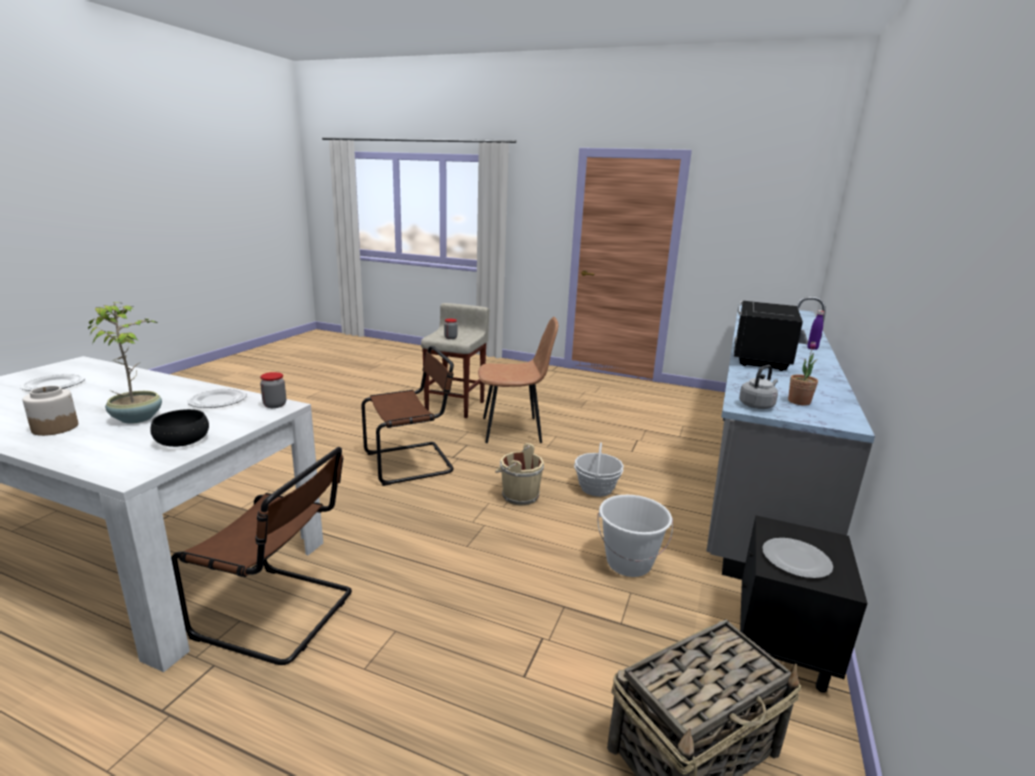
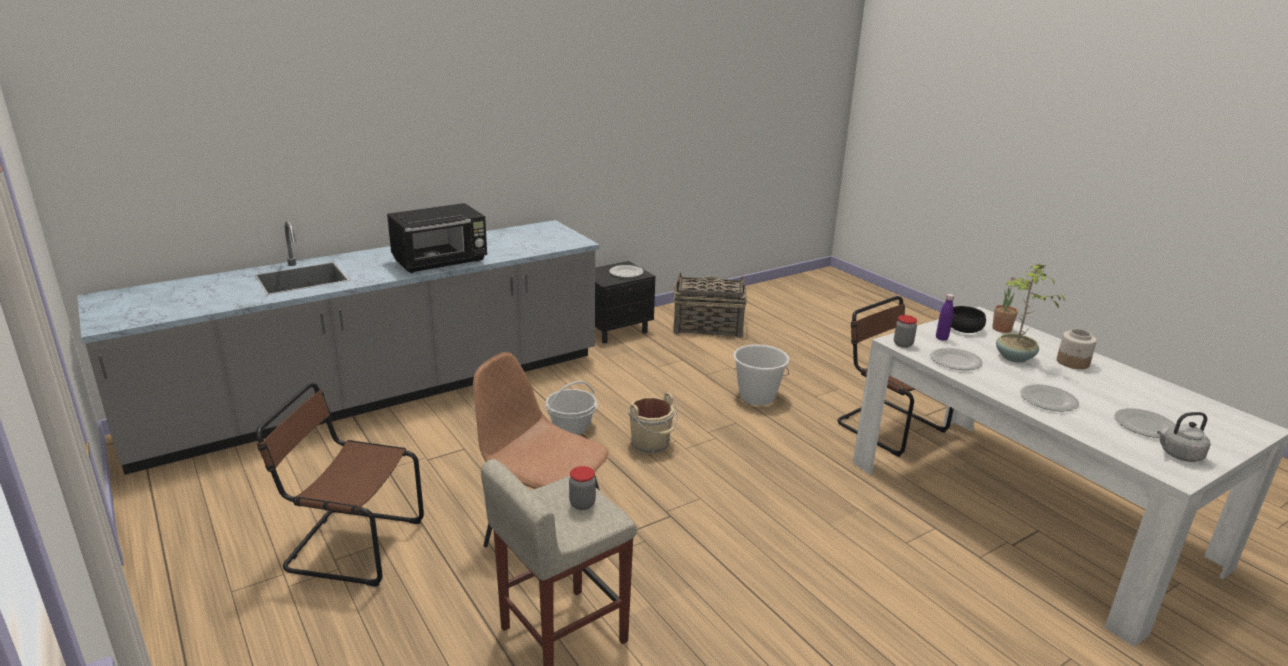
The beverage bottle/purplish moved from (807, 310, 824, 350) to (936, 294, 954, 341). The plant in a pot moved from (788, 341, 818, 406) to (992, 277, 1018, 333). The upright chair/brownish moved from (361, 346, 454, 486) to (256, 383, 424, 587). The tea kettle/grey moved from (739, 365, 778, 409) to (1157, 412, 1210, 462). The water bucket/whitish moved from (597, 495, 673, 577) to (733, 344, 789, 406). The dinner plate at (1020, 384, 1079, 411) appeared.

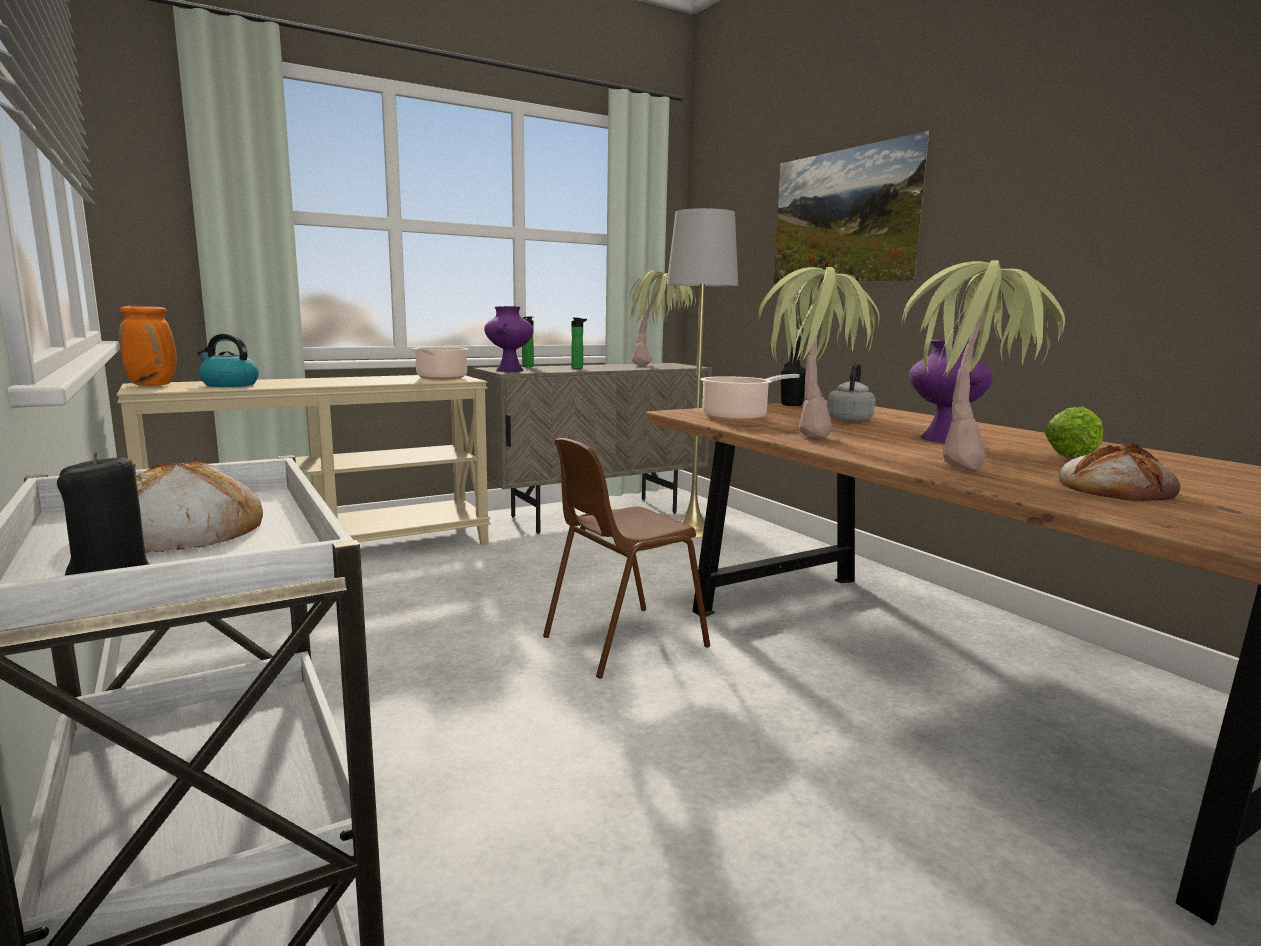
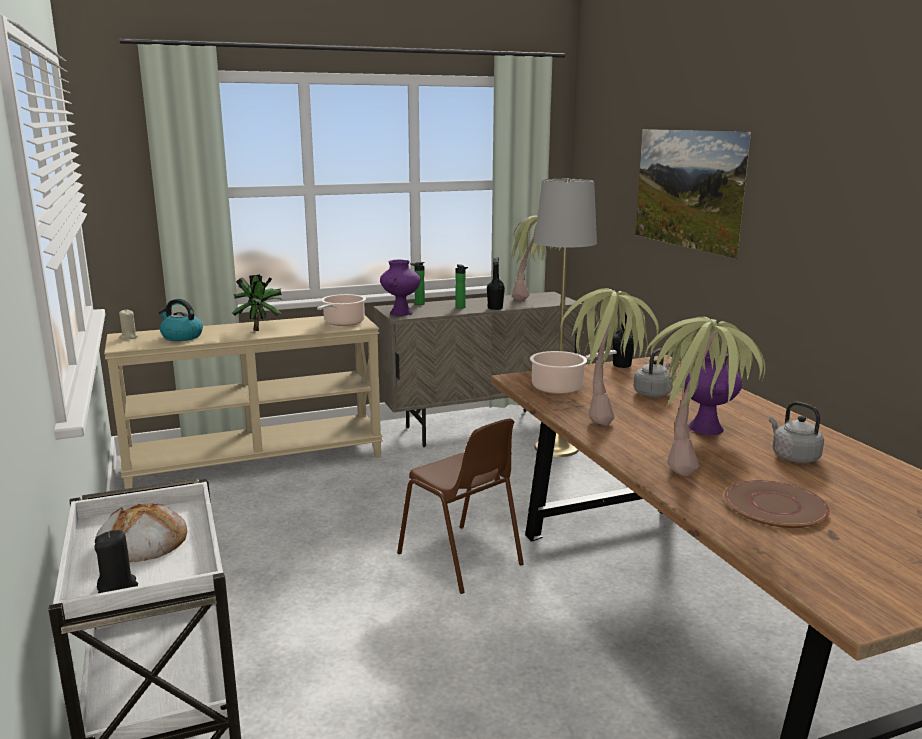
The vase/orangey at (119, 306, 177, 385) was replaced by the wax candle/beige at (119, 309, 138, 340). The lettuce at (1044, 406, 1103, 458) was replaced by the tea kettle/grey at (769, 402, 824, 463). The upright chair/brownish at (543, 438, 710, 678) turned 105 degrees counterclockwise. The bread at (1059, 443, 1180, 501) was replaced by the dinner plate/brownish at (724, 480, 830, 528). The beverage bottle/black-coloured at (487, 257, 505, 310) appeared. The plant in a pot at (232, 274, 282, 331) appeared.

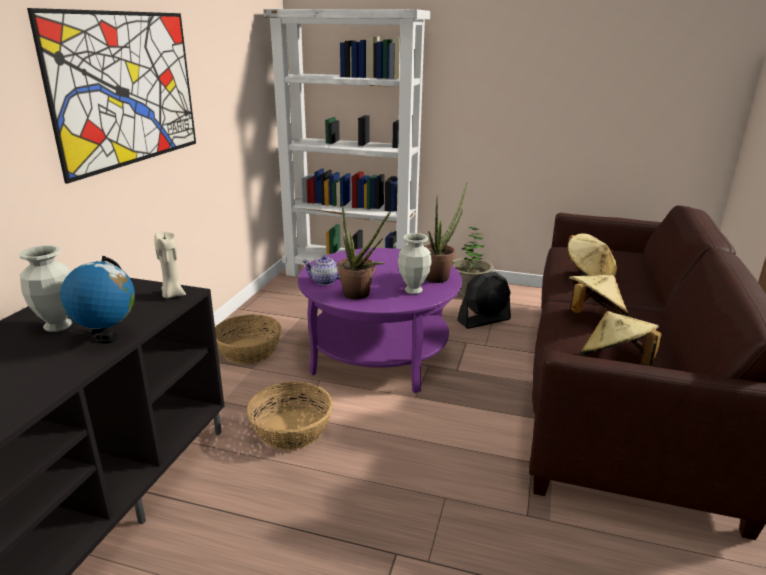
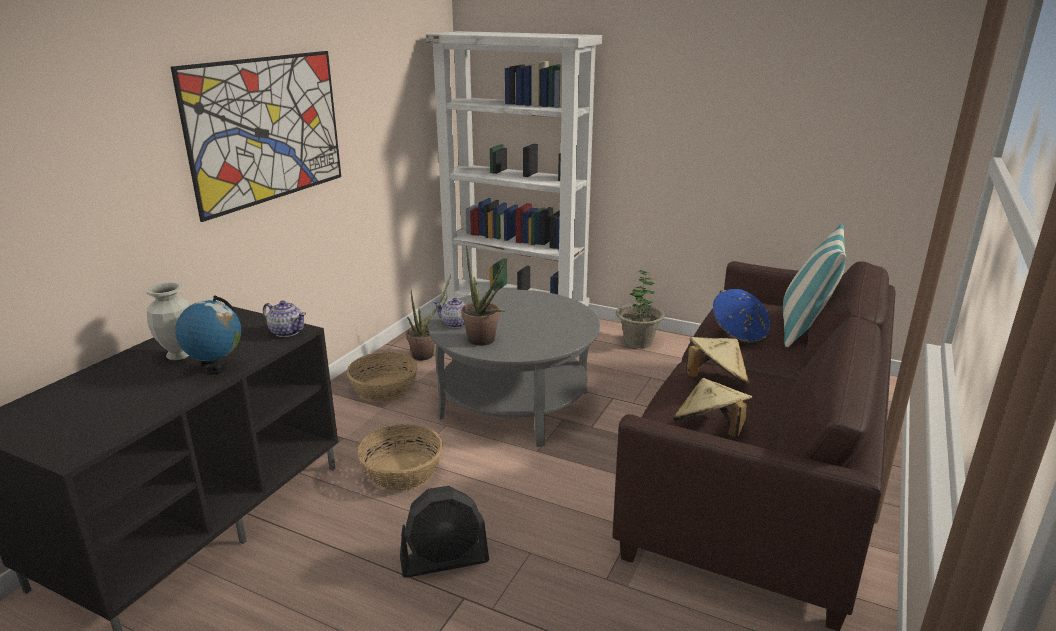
The plant in a pot moved from (424, 182, 467, 283) to (406, 274, 451, 360). The wax candle/beige at (154, 231, 186, 298) was replaced by the pot for tea at (263, 301, 306, 337). The vase at (398, 233, 432, 294) disappeared. The clothing hat/beige at (568, 234, 617, 276) became the clothing hat/blue-coloured at (713, 289, 771, 344). The lounge table/purplish at (298, 248, 462, 393) became the lounge table/grey at (428, 290, 600, 447). The fan/black-coloured moved from (457, 272, 511, 329) to (400, 486, 489, 578). The cushion at (783, 224, 846, 347) appeared.

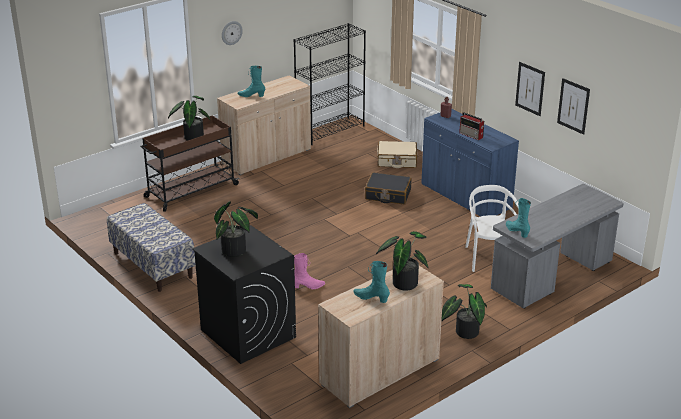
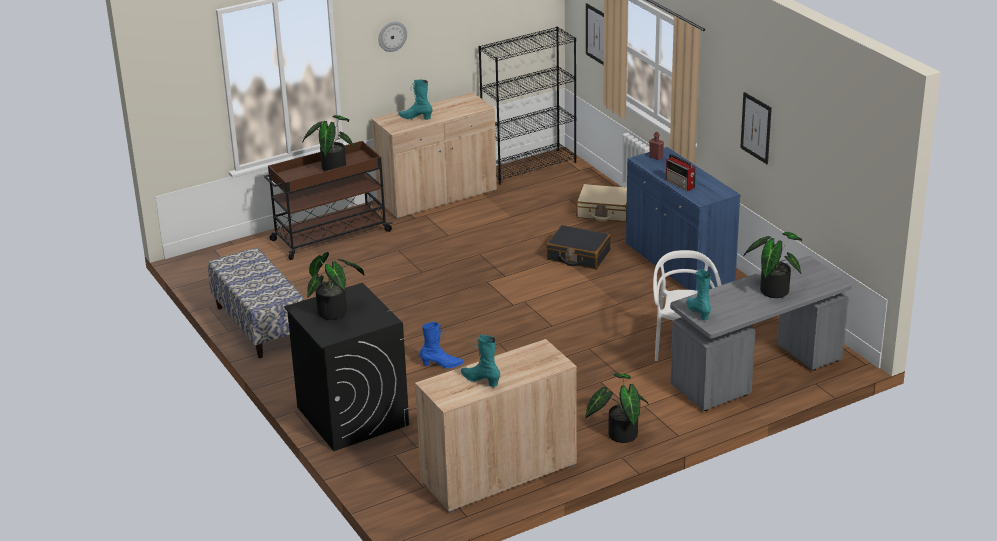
The picture moved from (557, 78, 590, 135) to (586, 3, 604, 65). The plant in a pot moved from (376, 231, 428, 291) to (743, 232, 802, 298). The tall boot/pink at (294, 253, 325, 289) became the tall boot/blue-coloured at (420, 322, 464, 369).

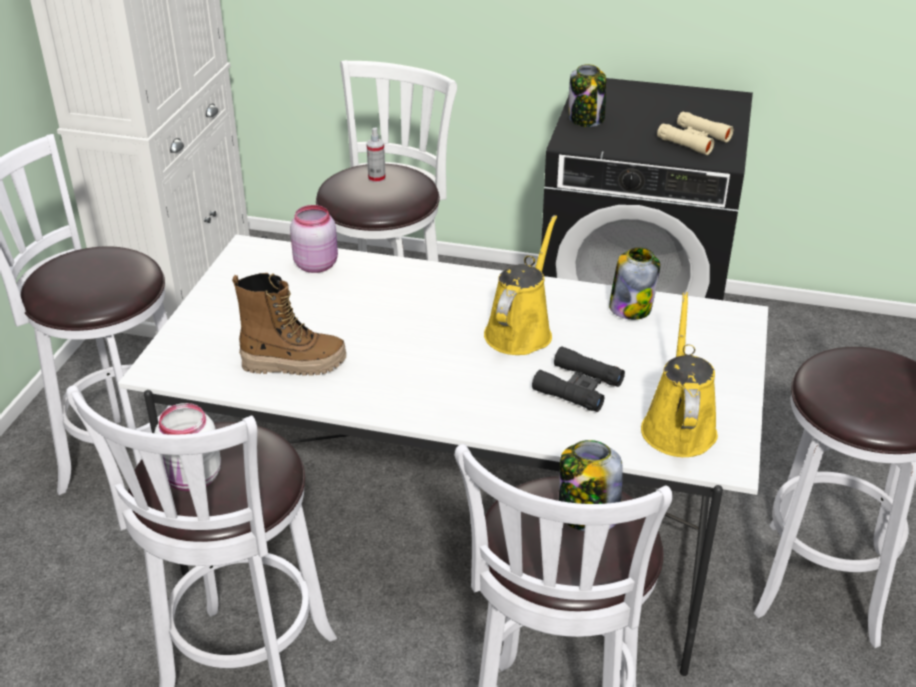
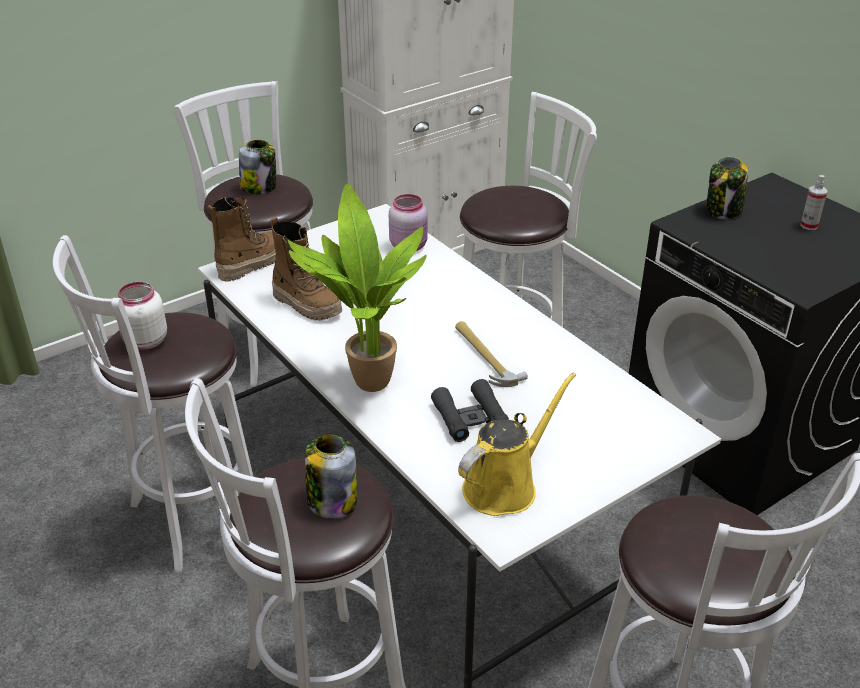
The field glasses/beige at (657, 112, 733, 155) disappeared. The sprayer moved from (366, 127, 386, 183) to (801, 175, 827, 230). The watering pot/yellow at (484, 215, 557, 355) was replaced by the hammer at (455, 321, 528, 387). The storage jar moved from (609, 247, 660, 320) to (239, 140, 276, 194). The plant in a pot at (288, 184, 427, 392) appeared. The tall boot at (208, 197, 276, 282) appeared.

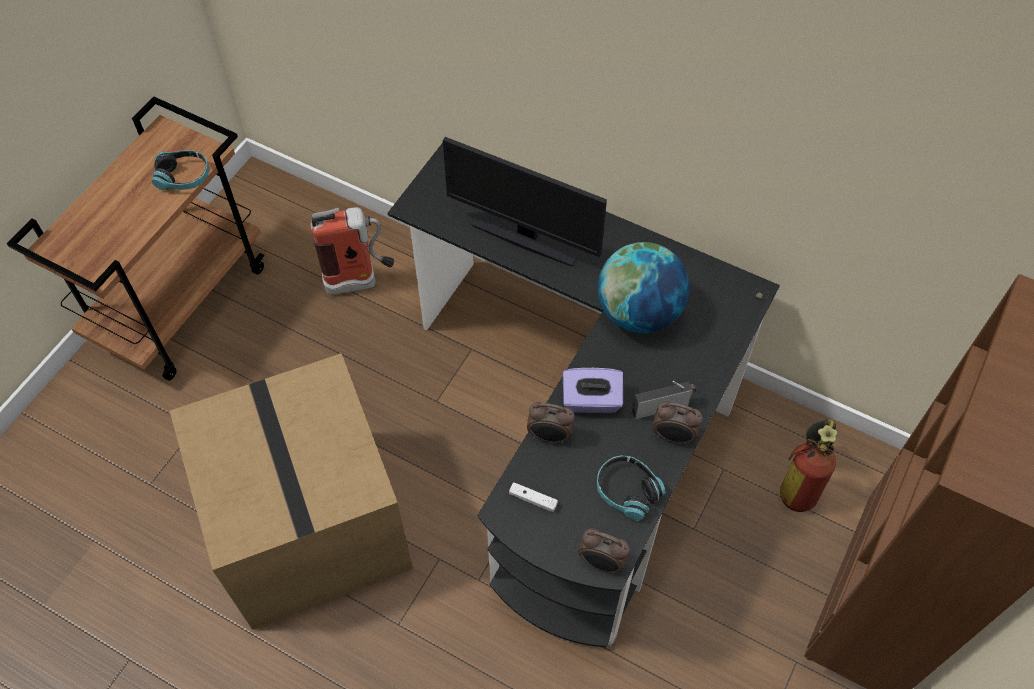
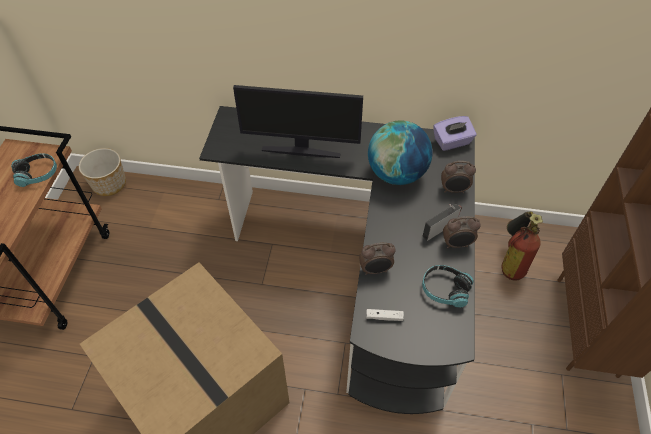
The fire-fighting cylinder at (311, 207, 394, 295) disappeared. The tissue holder/purplish moved from (563, 368, 623, 413) to (433, 116, 477, 151). The alarm clock moved from (578, 528, 630, 573) to (441, 161, 476, 193). The planter at (79, 148, 126, 196) appeared.

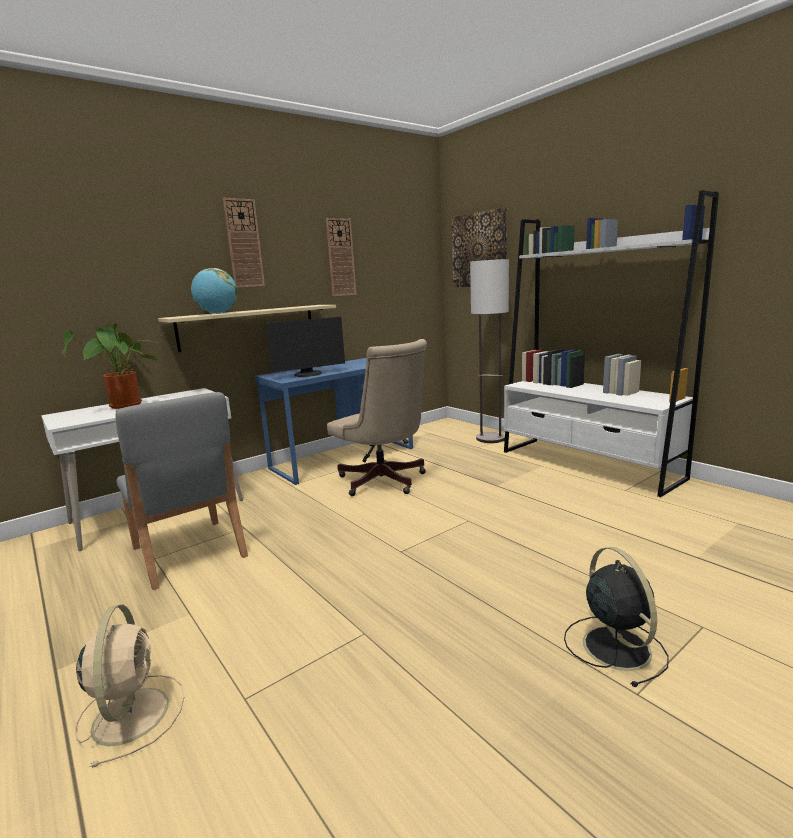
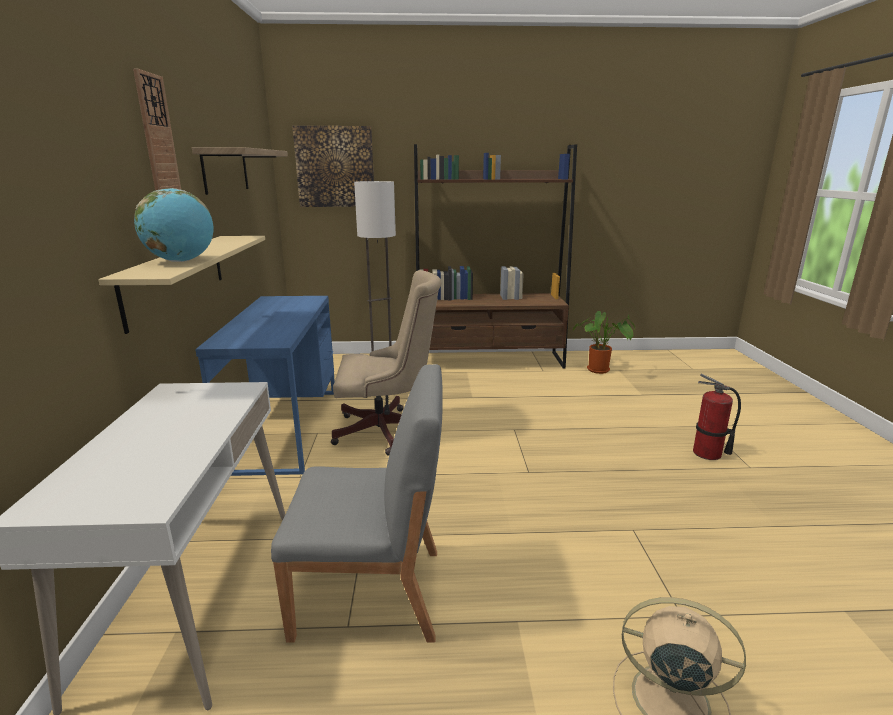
The shelving unit/whitish at (504, 190, 719, 497) became the shelving unit/brownish at (414, 144, 577, 369). The clock on the wall at (326, 218, 356, 296) was replaced by the wall shelf at (192, 147, 288, 195). The computer screen at (265, 317, 345, 377) disappeared. The plant in a pot moved from (62, 323, 158, 409) to (573, 311, 635, 374). The fan/black-coloured at (564, 547, 669, 687) was replaced by the fire-fighting cylinder at (693, 373, 741, 460).

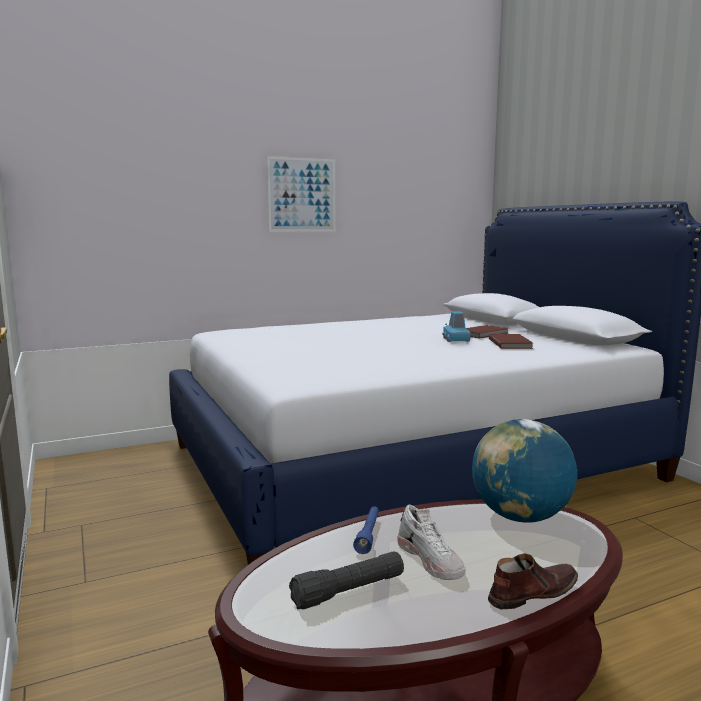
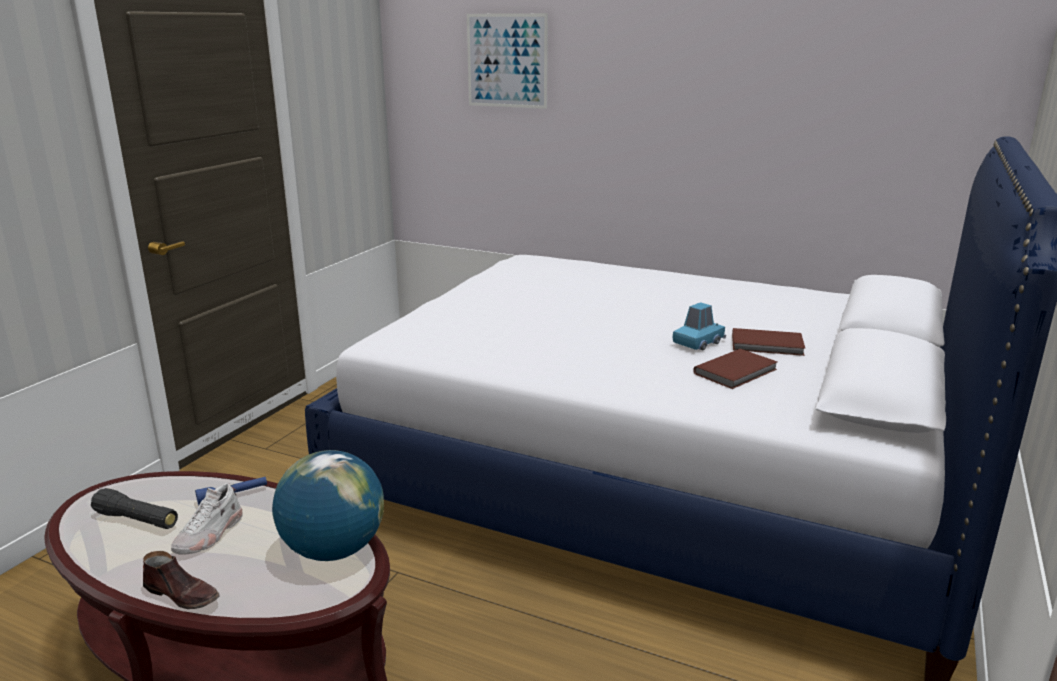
The picture moved from (267, 156, 335, 232) to (467, 13, 548, 109).

